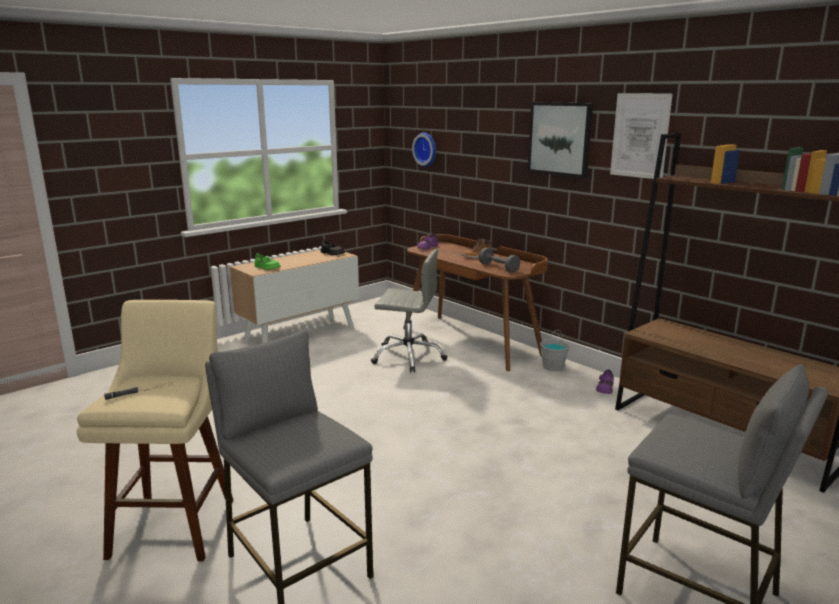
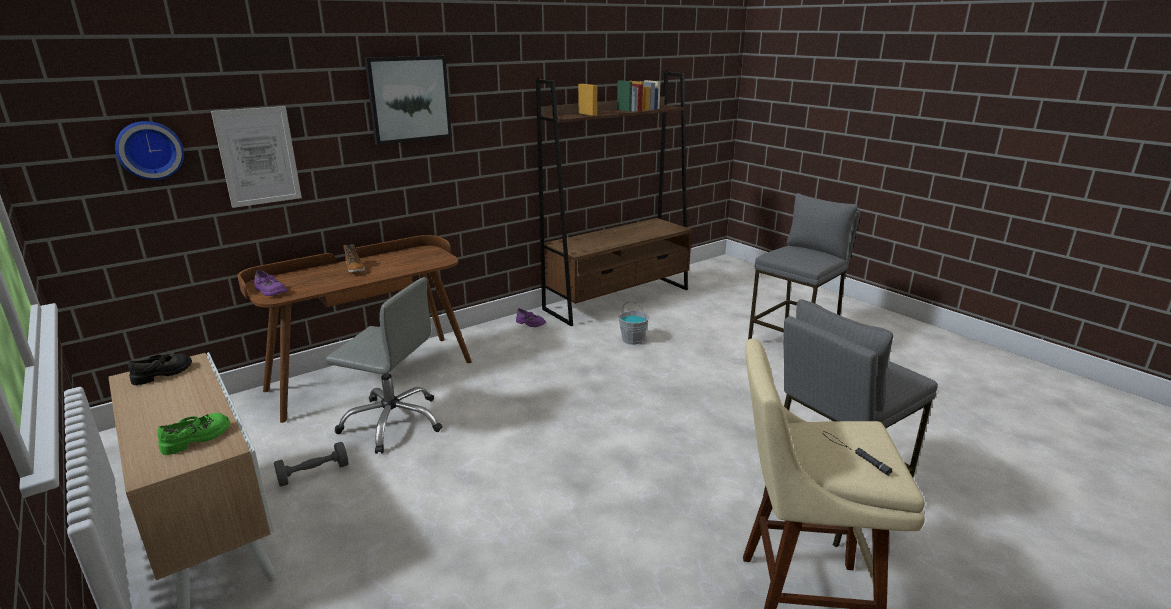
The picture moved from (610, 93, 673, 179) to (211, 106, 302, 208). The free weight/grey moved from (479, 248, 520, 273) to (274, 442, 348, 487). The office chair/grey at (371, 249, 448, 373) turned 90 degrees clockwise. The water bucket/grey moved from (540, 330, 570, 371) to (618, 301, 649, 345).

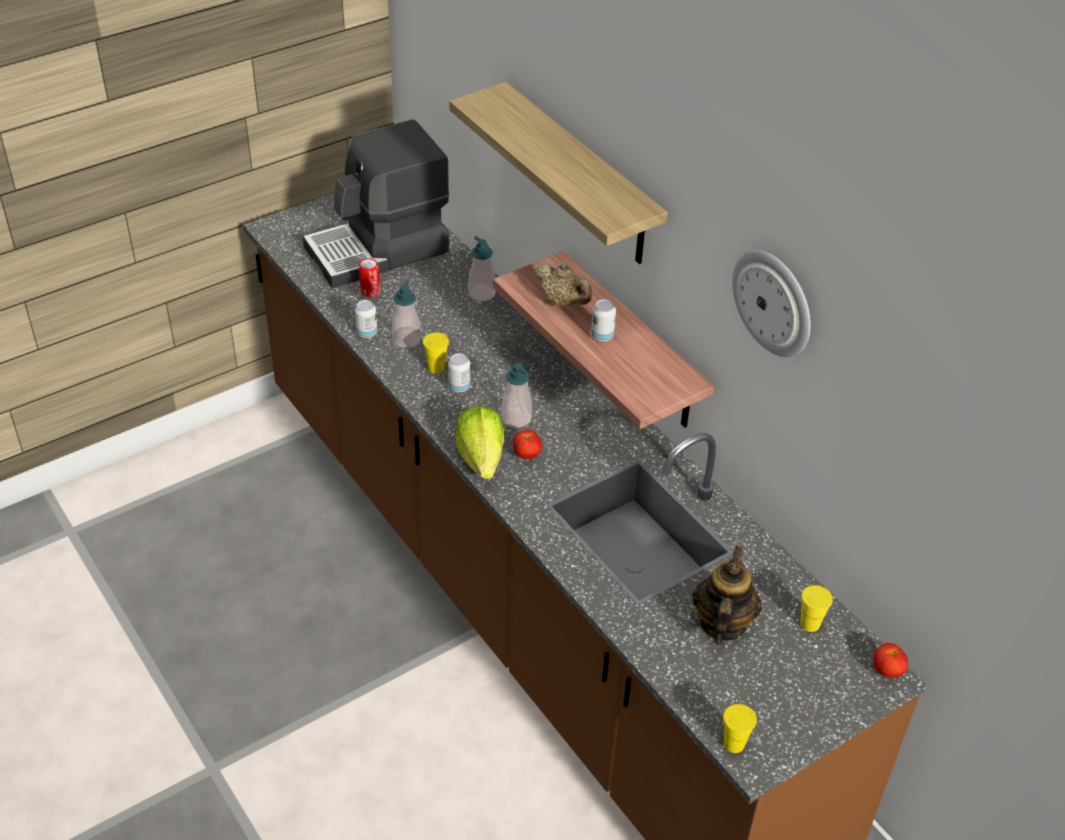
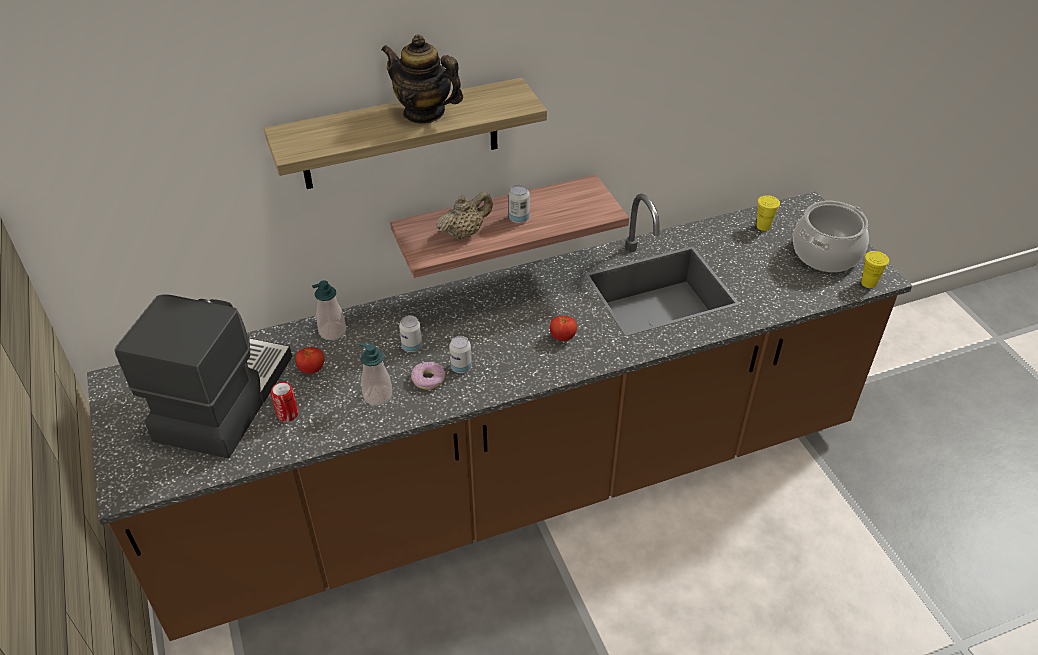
The coffee brewer at (303, 120, 449, 288) turned 150 degrees counterclockwise. The clock on the wall at (732, 250, 811, 357) disappeared. The sealed can moved from (355, 300, 377, 338) to (399, 315, 422, 352). The cup/yellow at (423, 332, 449, 374) was replaced by the doughnut at (411, 362, 445, 390). The soap bottle at (502, 363, 532, 428) disappeared. The lettuce at (455, 406, 504, 479) disappeared. The pot for tea moved from (693, 546, 762, 645) to (381, 34, 463, 124). The tomato moved from (873, 643, 908, 678) to (296, 347, 325, 374). The stockpot at (793, 201, 869, 272) appeared.

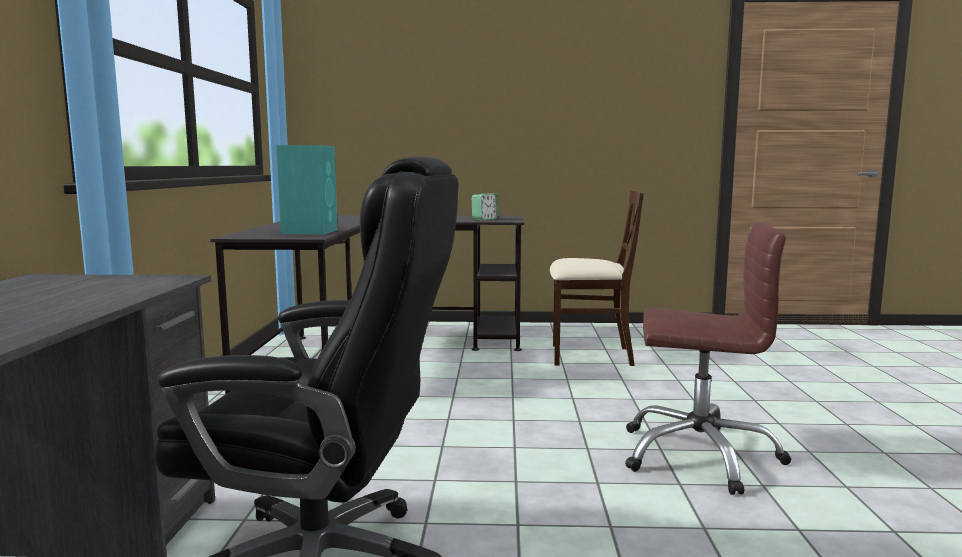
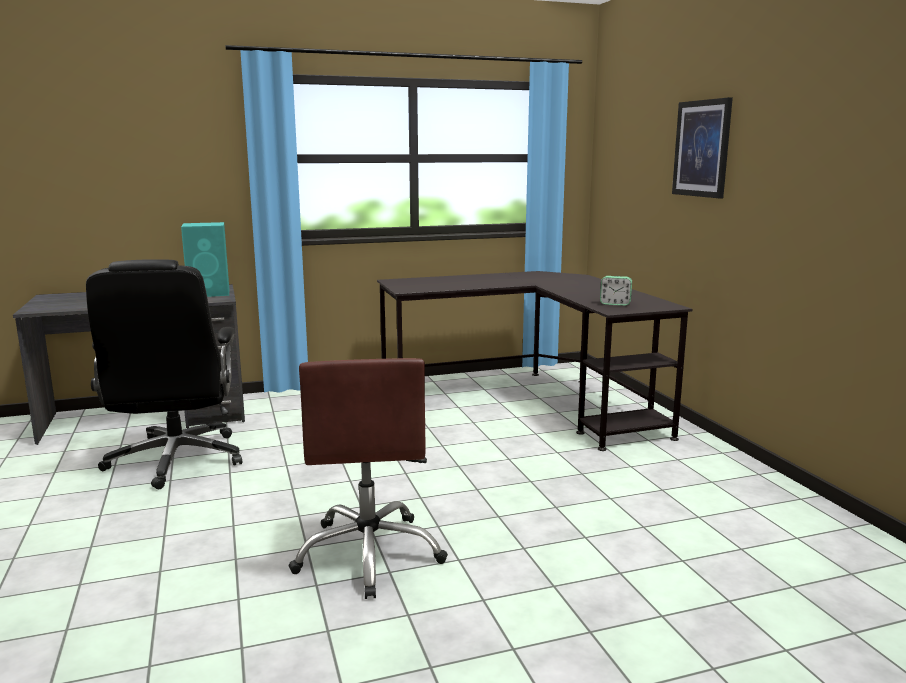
The speaker/turquoise-coloured moved from (276, 145, 338, 235) to (181, 222, 230, 297). The upright chair/beige at (550, 190, 644, 366) disappeared. The picture at (672, 97, 733, 198) appeared.

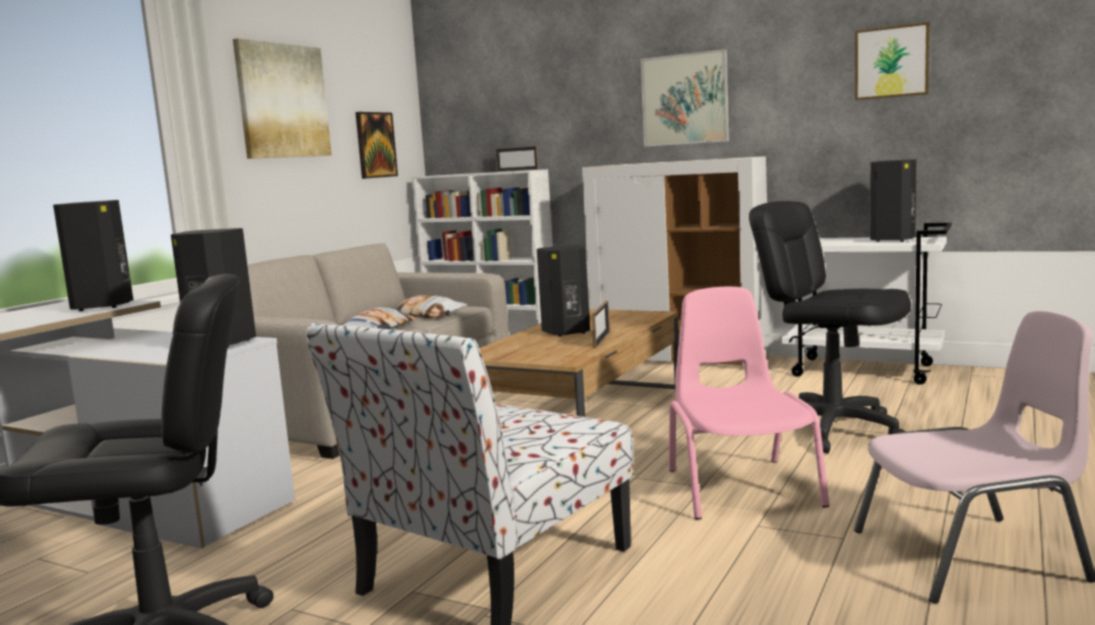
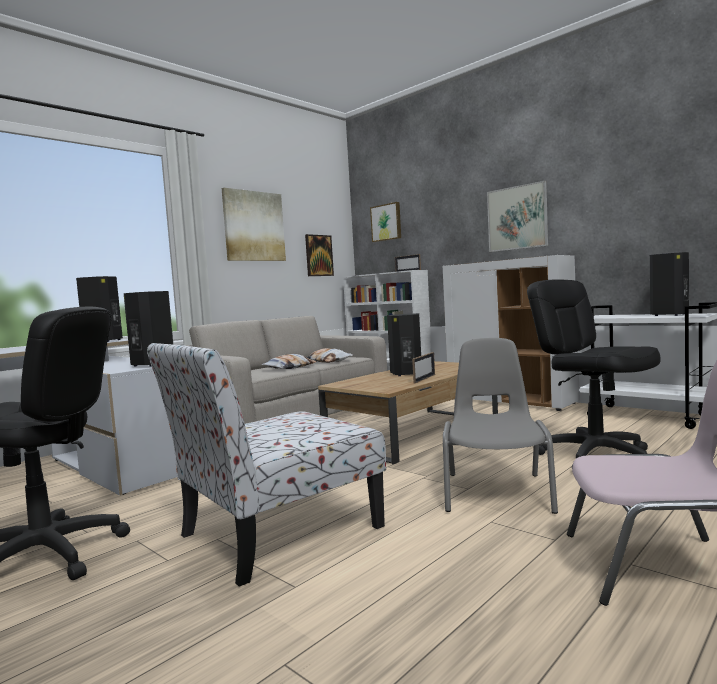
The picture moved from (855, 22, 930, 100) to (370, 202, 401, 242). The upright chair/pink at (669, 287, 829, 519) became the upright chair/grey at (443, 338, 558, 514).

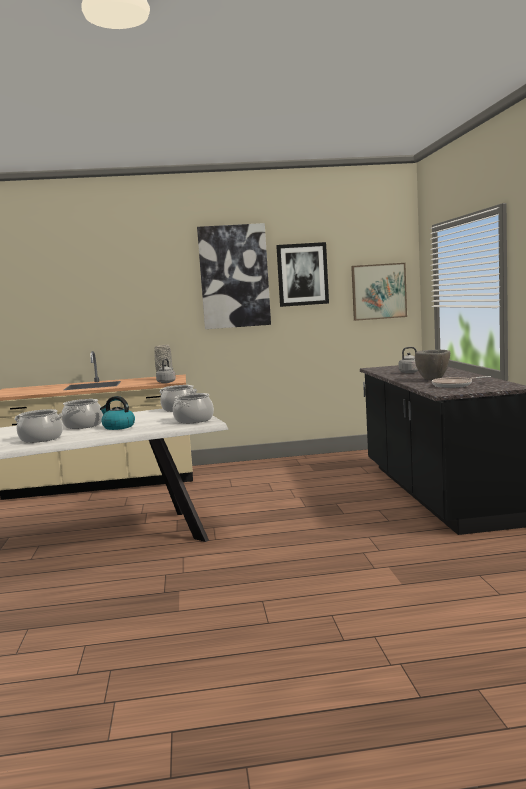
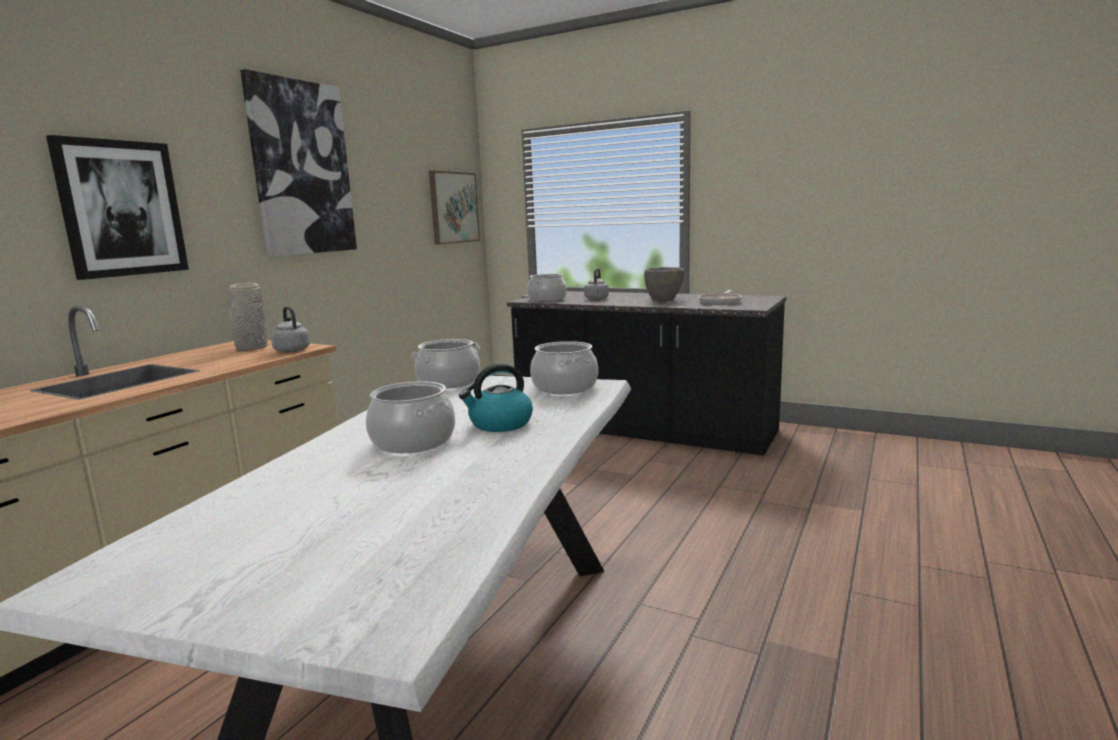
The picture moved from (276, 242, 329, 307) to (46, 135, 189, 280). The stockpot moved from (15, 409, 63, 443) to (527, 274, 567, 302).

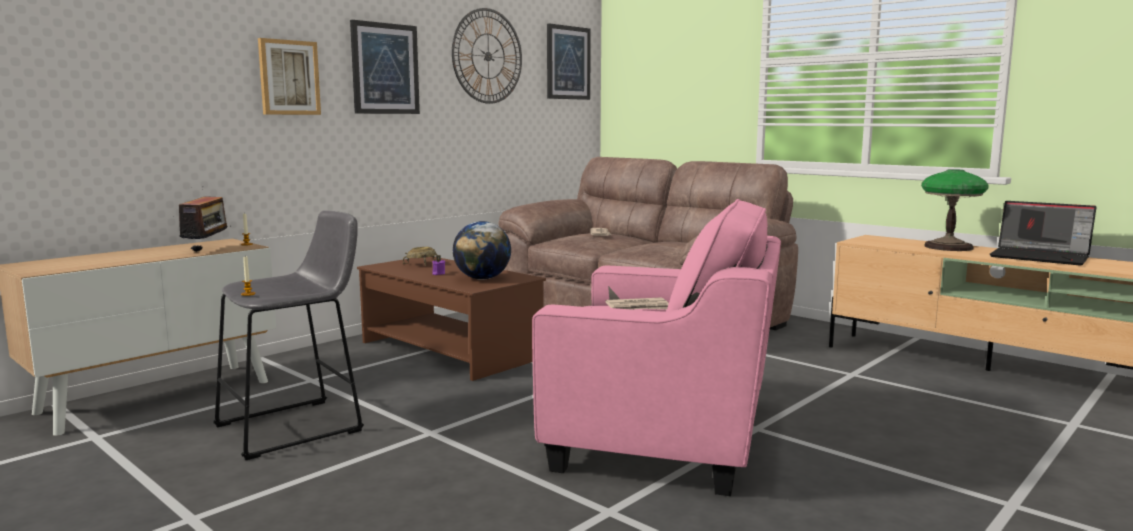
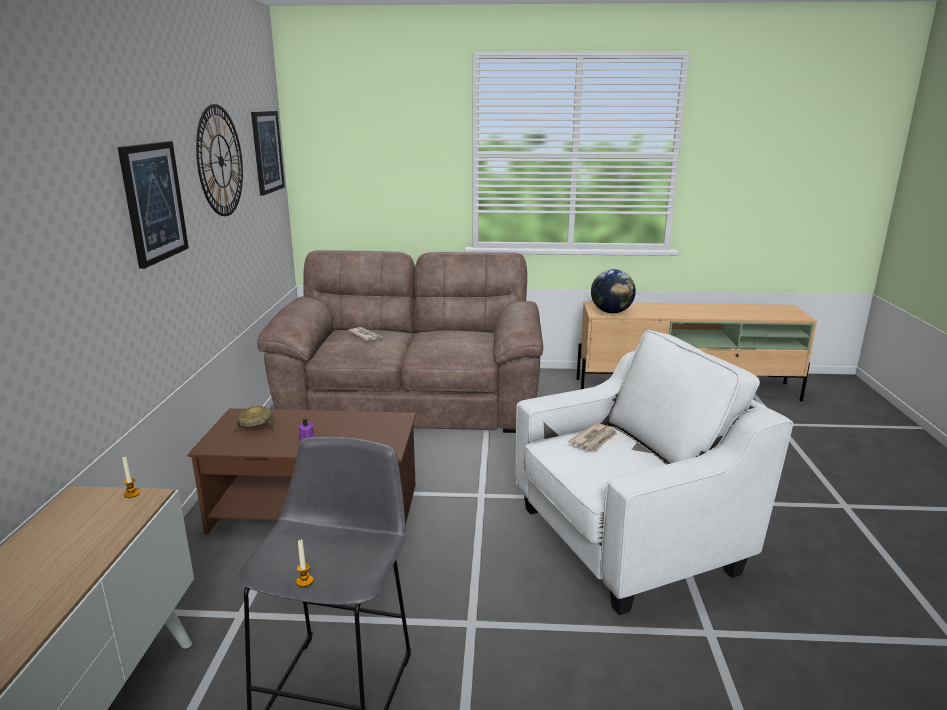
The picture at (258, 38, 321, 115) disappeared. The lamp for a table at (921, 169, 988, 251) disappeared. The radio set at (173, 196, 231, 252) disappeared. The easy chair/pink at (532, 199, 781, 496) became the easy chair/whitish at (516, 330, 793, 615). The portable computer at (990, 201, 1096, 266) disappeared. The globe moved from (453, 221, 511, 280) to (591, 269, 636, 313).

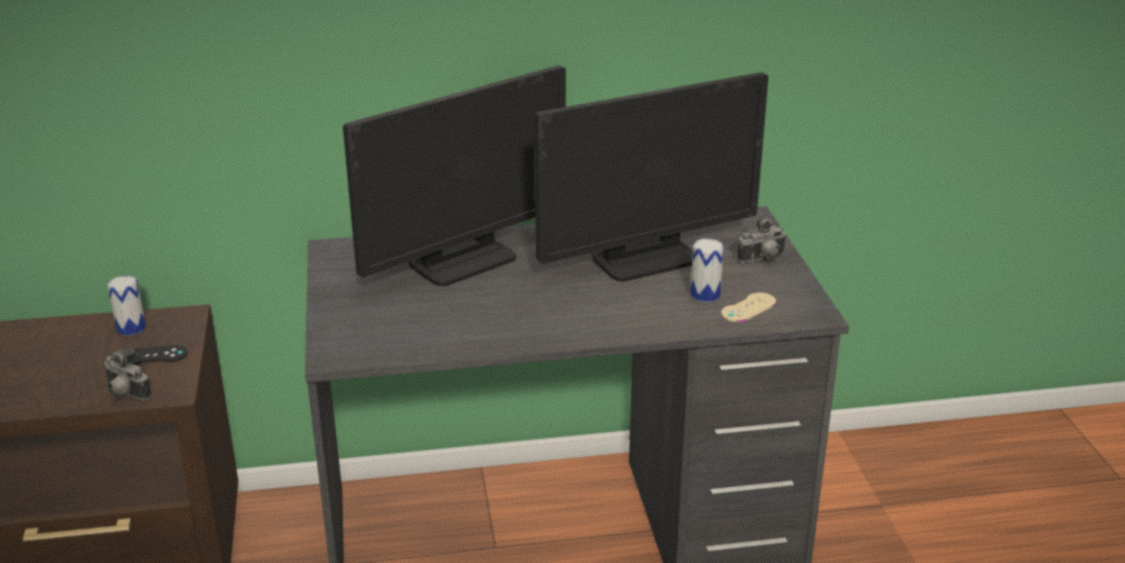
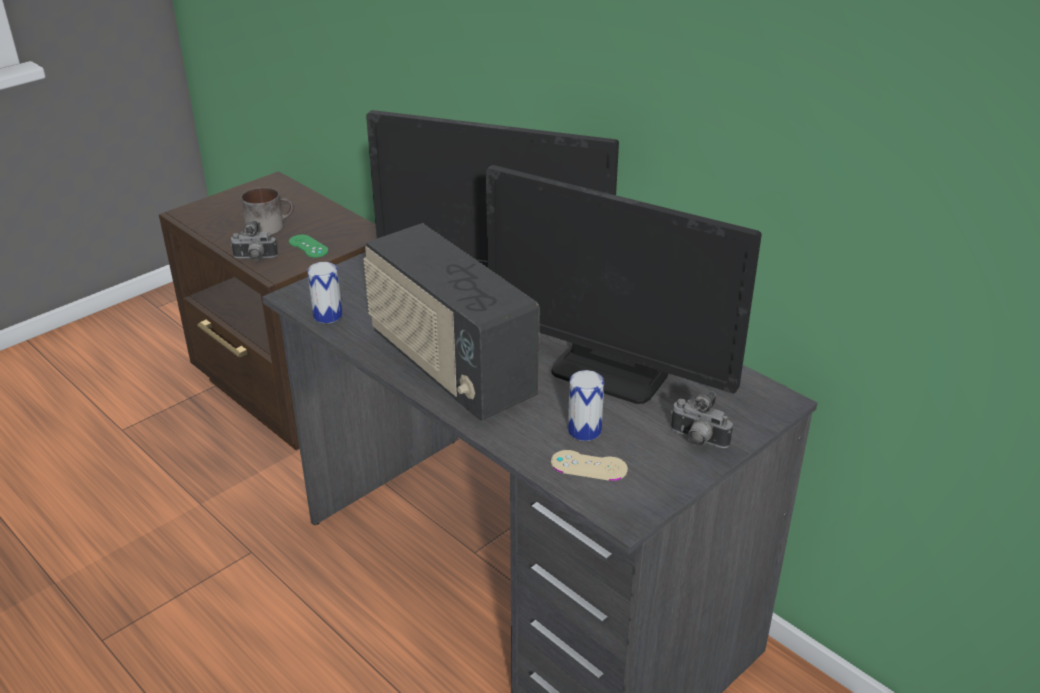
The sealed can moved from (107, 275, 146, 335) to (307, 262, 342, 323). The game controller/black-coloured at (131, 345, 188, 365) became the game controller/greenish at (289, 235, 329, 258). The photo camera at (104, 348, 151, 400) turned 90 degrees counterclockwise. The tea mug at (241, 187, 293, 235) appeared. The radio set at (363, 223, 539, 421) appeared.

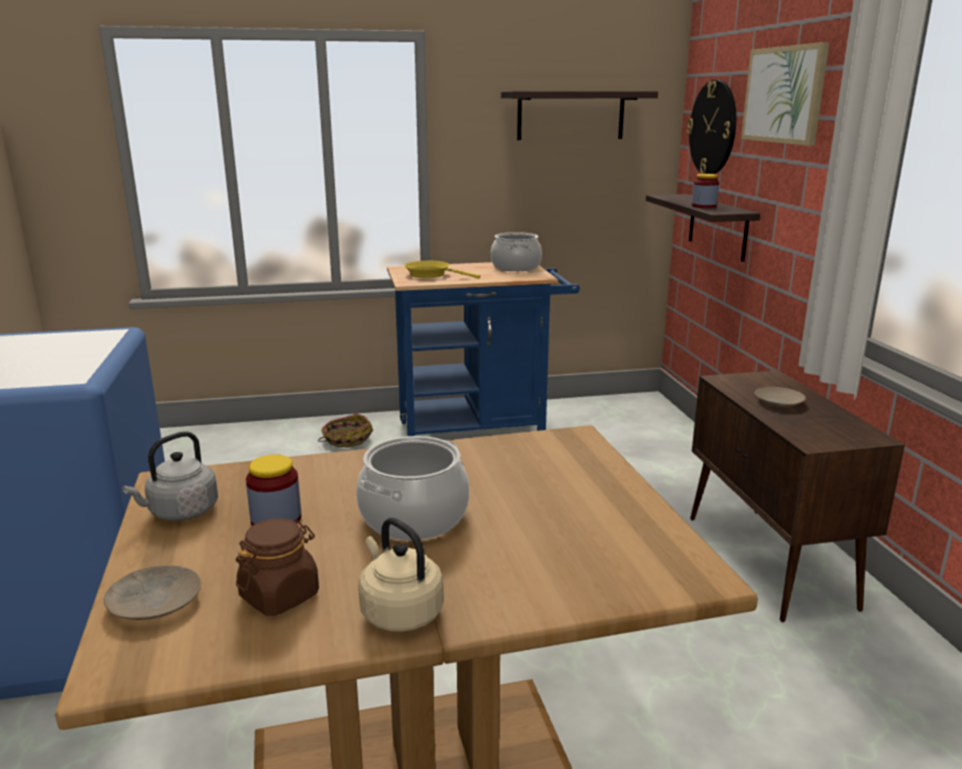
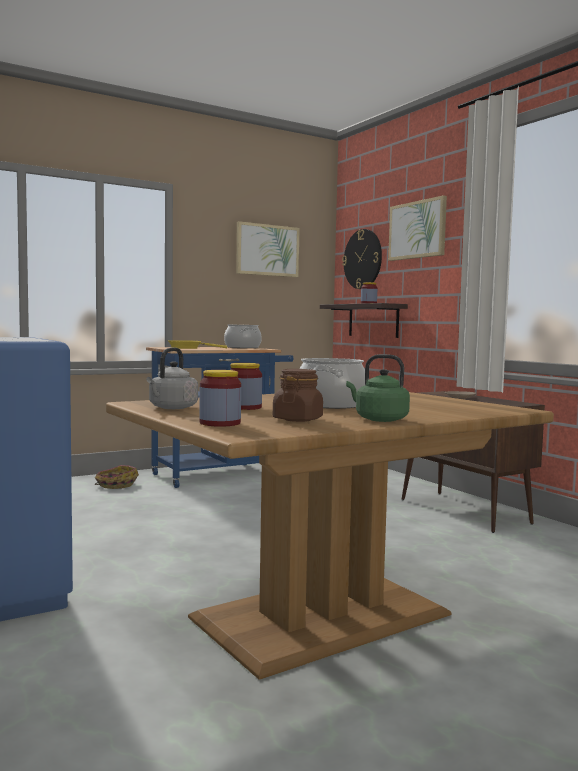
The wall shelf at (501, 91, 658, 140) was replaced by the picture at (236, 221, 300, 277). The tea kettle/beige at (358, 518, 444, 632) became the tea kettle/greenish at (346, 354, 410, 422). The dinner plate/beige at (103, 566, 201, 620) was replaced by the storage jar at (199, 370, 241, 427).

